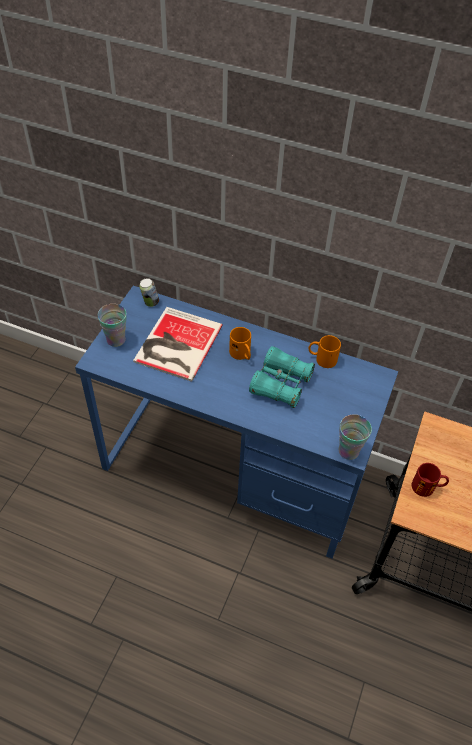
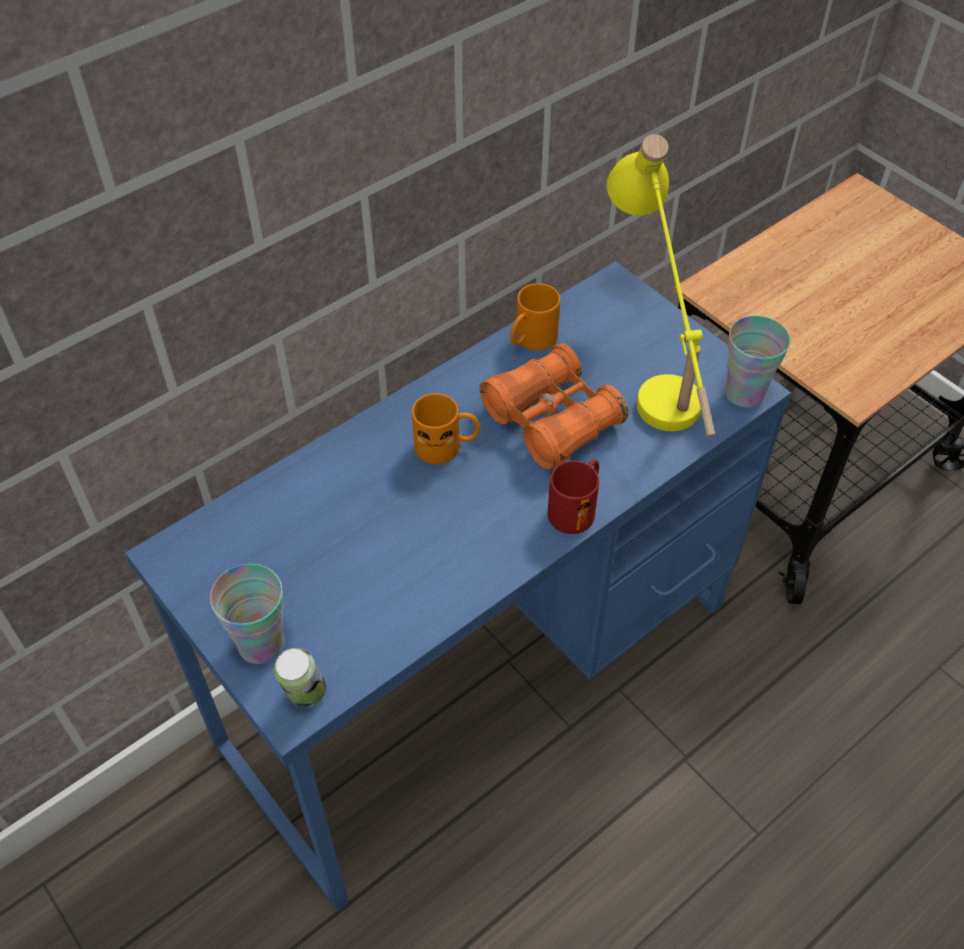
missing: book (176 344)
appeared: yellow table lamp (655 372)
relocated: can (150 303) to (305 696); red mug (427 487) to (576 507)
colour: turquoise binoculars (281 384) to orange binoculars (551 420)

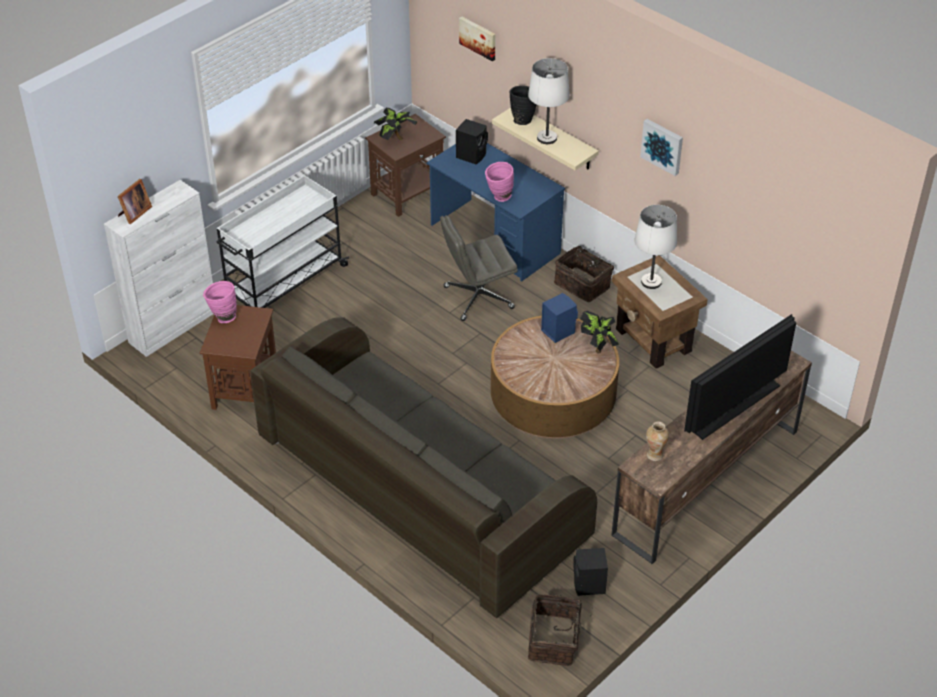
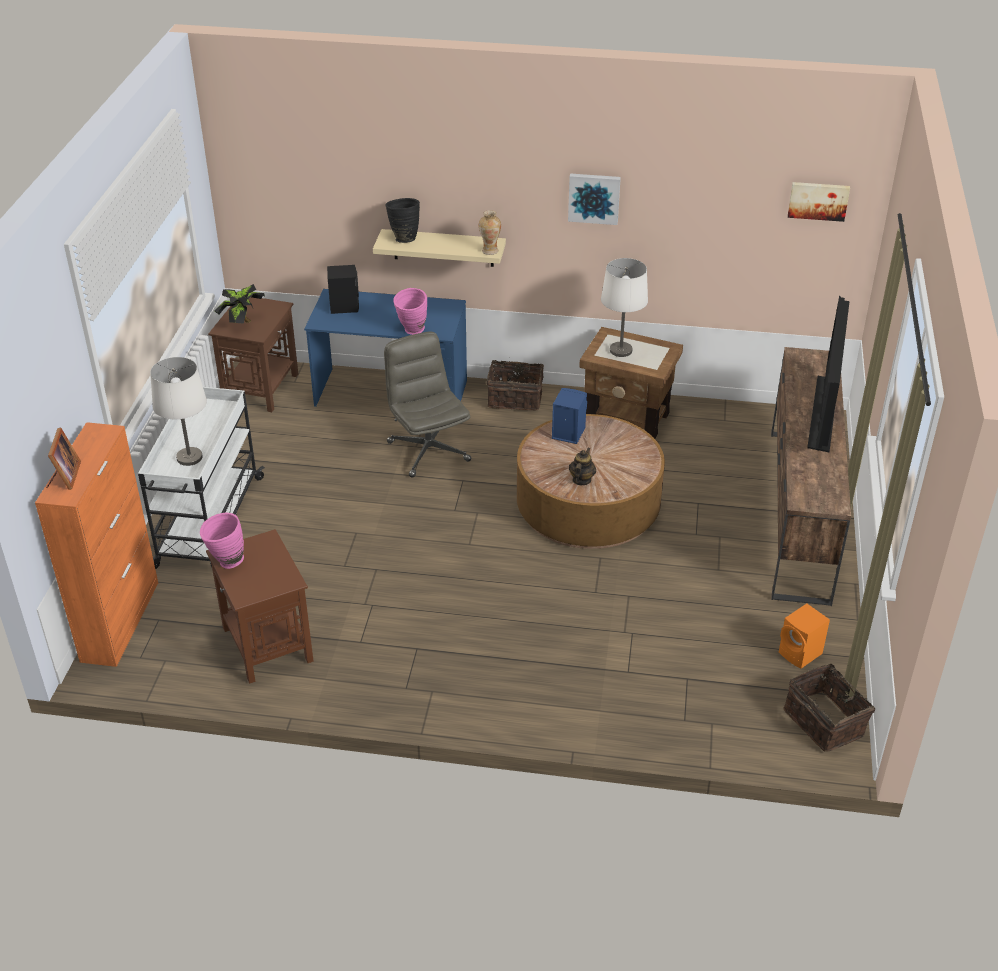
missing: grey sofa (420 490); potted plant (598 347)
appeared: teapot (581 480)
relocated: picture (478 37) to (818 200); white table lamp (547 138) to (190 457); vase (655 455) to (490 251)
colour: white cabinet (173 327) to orange cabinet (120 621); black speaker (589 585) to orange speaker (801 654)
spun: grey office chair (477 298) = (428 451) 120 degrees clockwise

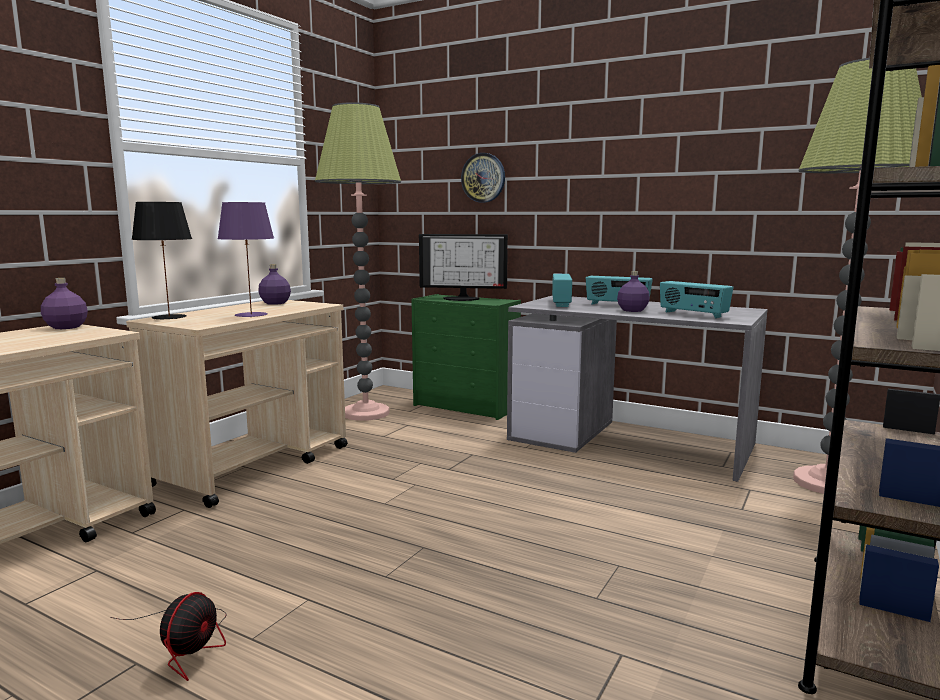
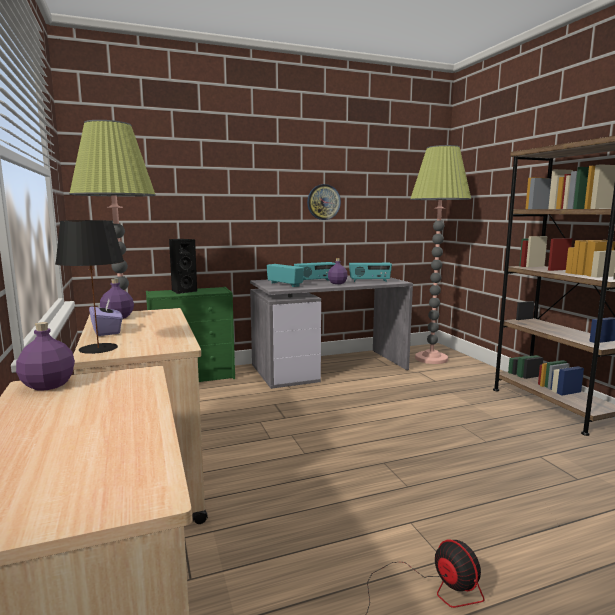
missing: purple table lamp (250 315)
appeared: purple tissue box (107 331)
relocated: wall clock (483 177) to (323 202)
exchanged: monitor (462 298) to black speaker (183 291)

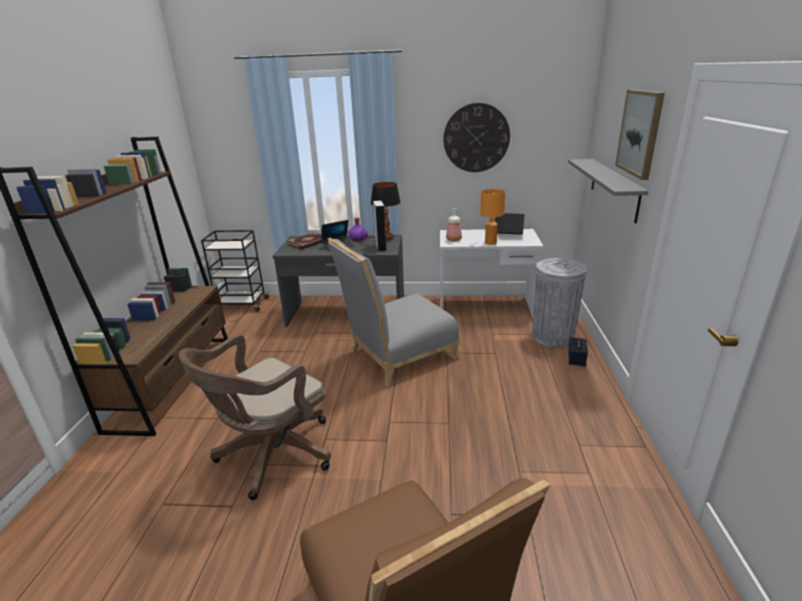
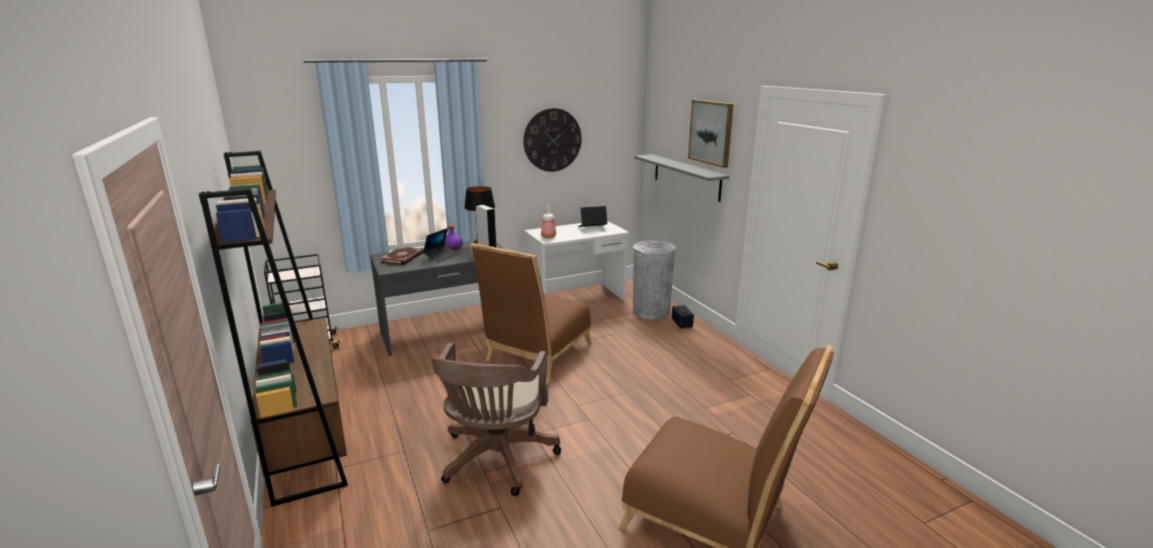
missing: orange table lamp (490 243)
colour: grey chair (398 356) to brown chair (536 355)

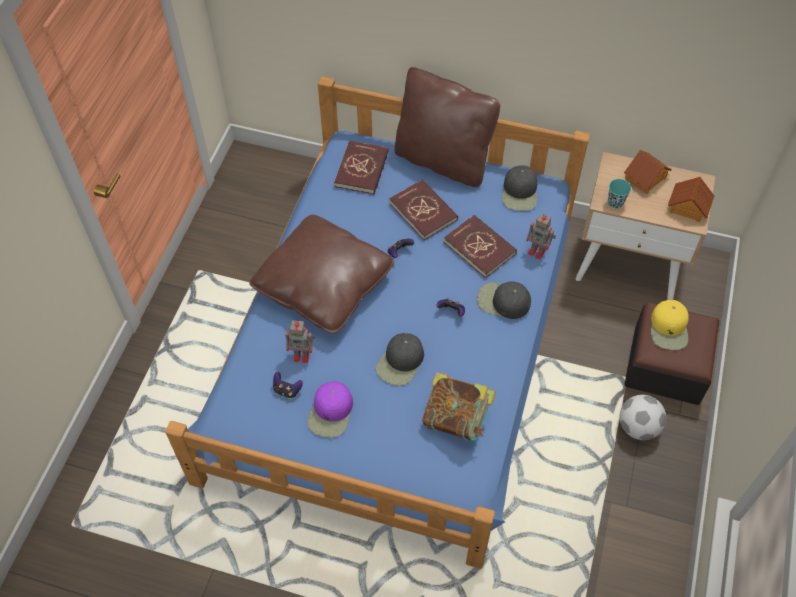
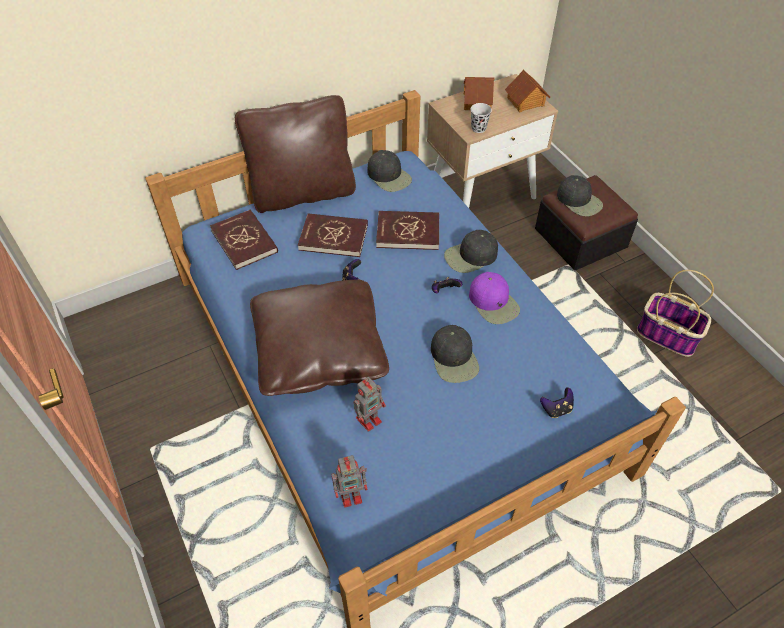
missing: book (457 418); football (638 427)
appeared: basket (668 335)
relocated: game controller (287 390) to (556 409); purple cap (331 412) to (494 302); toy robot (538 251) to (352 494)
colour: turquoise cup (615 202) to black cup (478 128); yellow cap (669 328) to black cap (579 201)

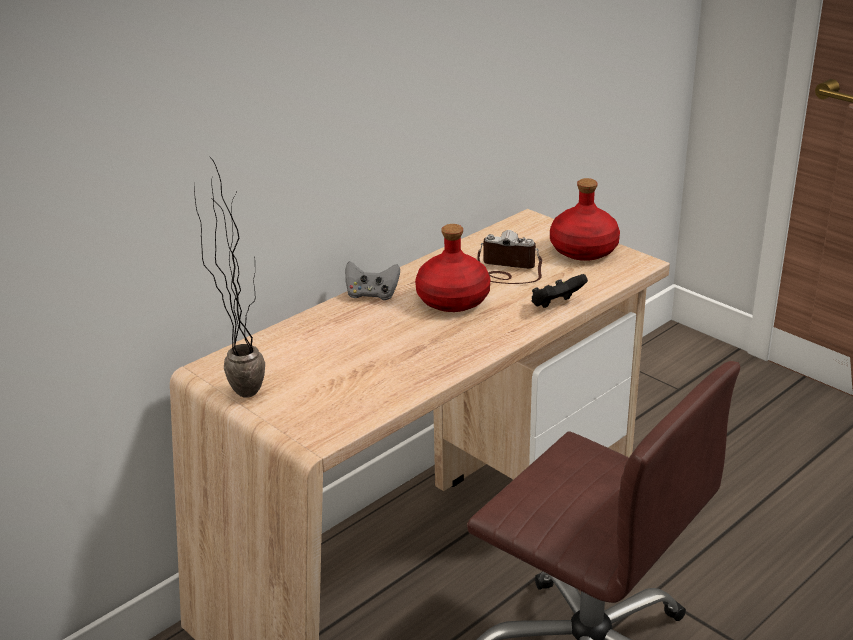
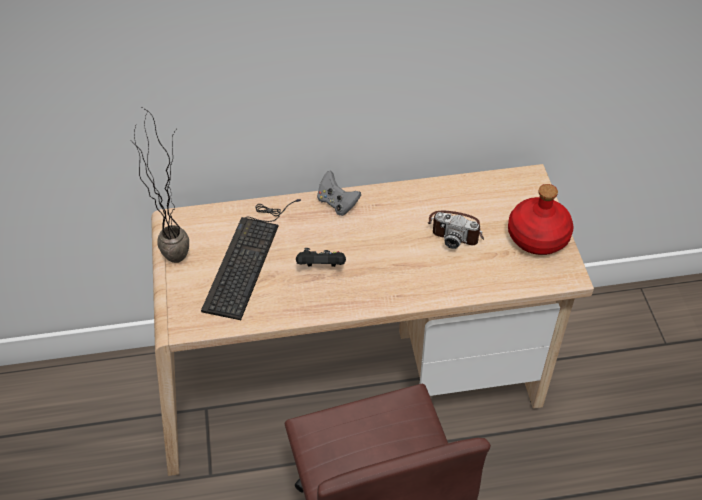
missing: red bottle (452 299)
appeared: keyboard (248 256)
relocated: black game controller (556 304) to (321 267)
spun: photo camera (508 271) = (456 230) 150 degrees clockwise

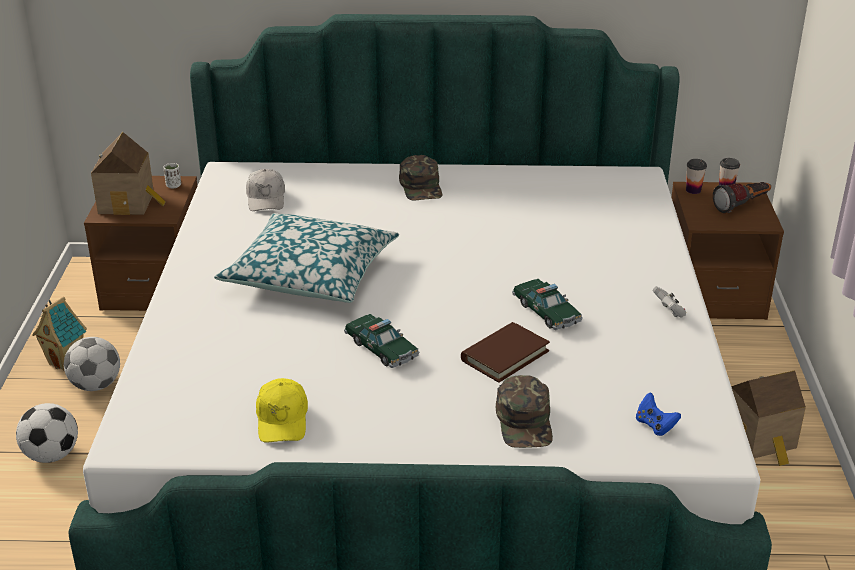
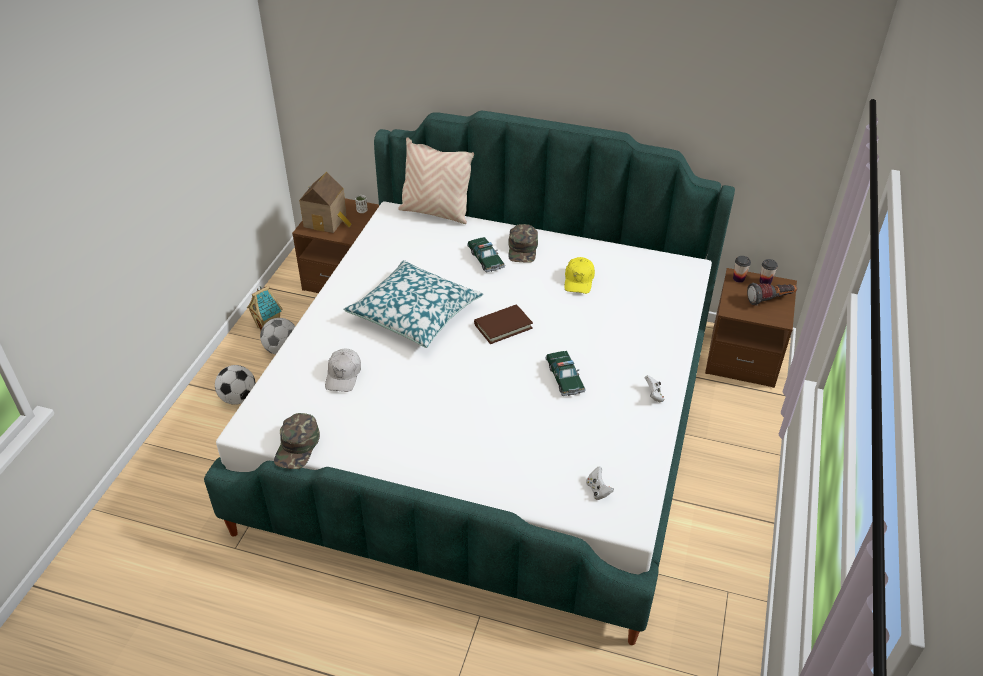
missing: toy house (762 439)
appeared: beige pillow (435 212)
relocated: white cap (266 198) to (343 375); yellow cap (282 420) to (579 280); toy car (381 348) to (485 259); brown book (505 356) to (503 326); green cap (525 421) to (298 446)
colour: blue game controller (655 425) to white game controller (598 490)

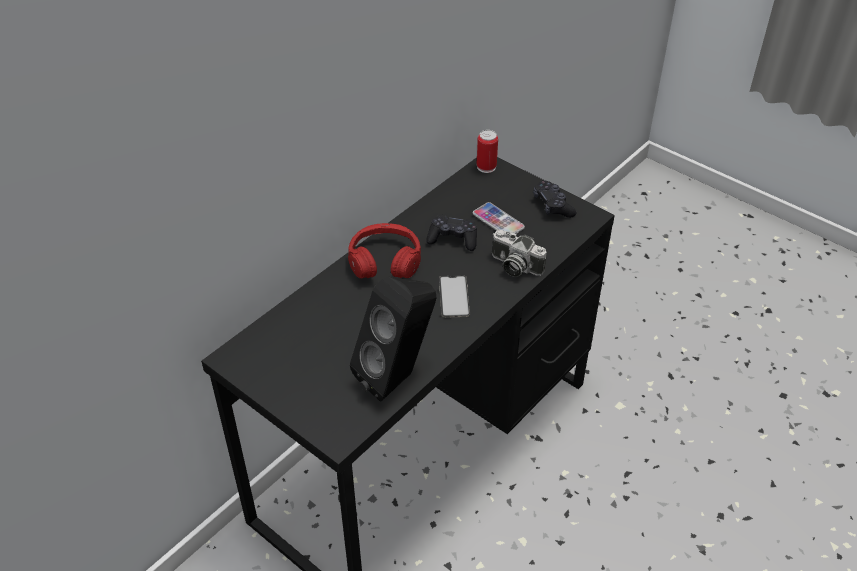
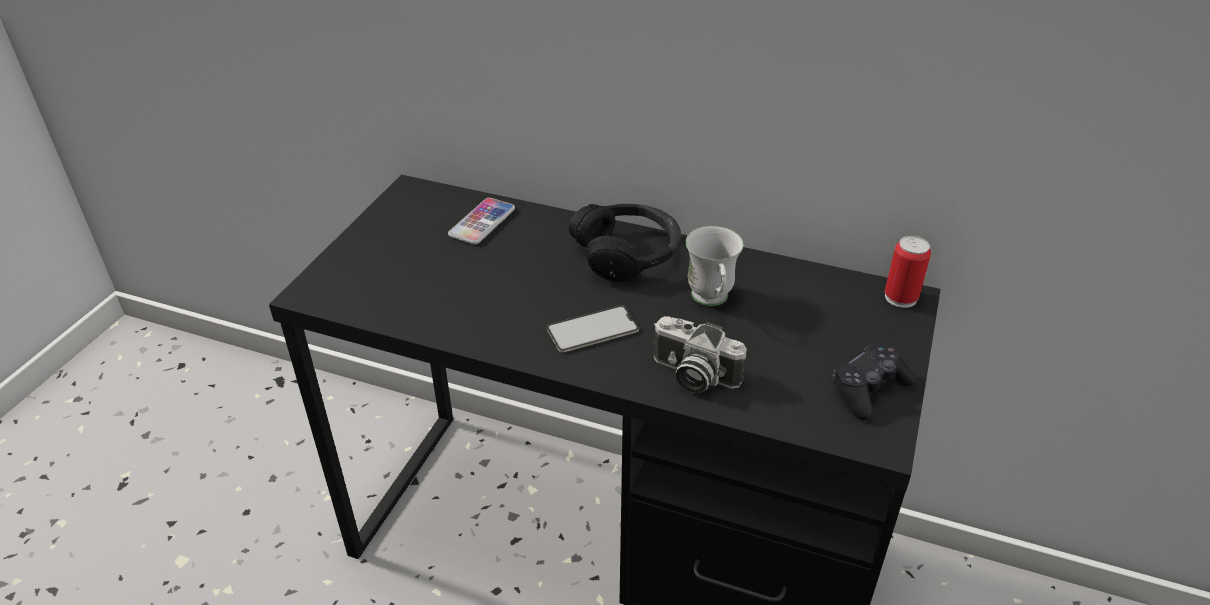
missing: black speaker (398 376)
relocated: phone (498 221) to (482 222)
exchanged: black game controller (453 239) to white mug (711 301)
colour: red headphones (385 261) to black headphones (628 254)
spun: photo camera (514 266) = (692 375) 75 degrees counterclockwise

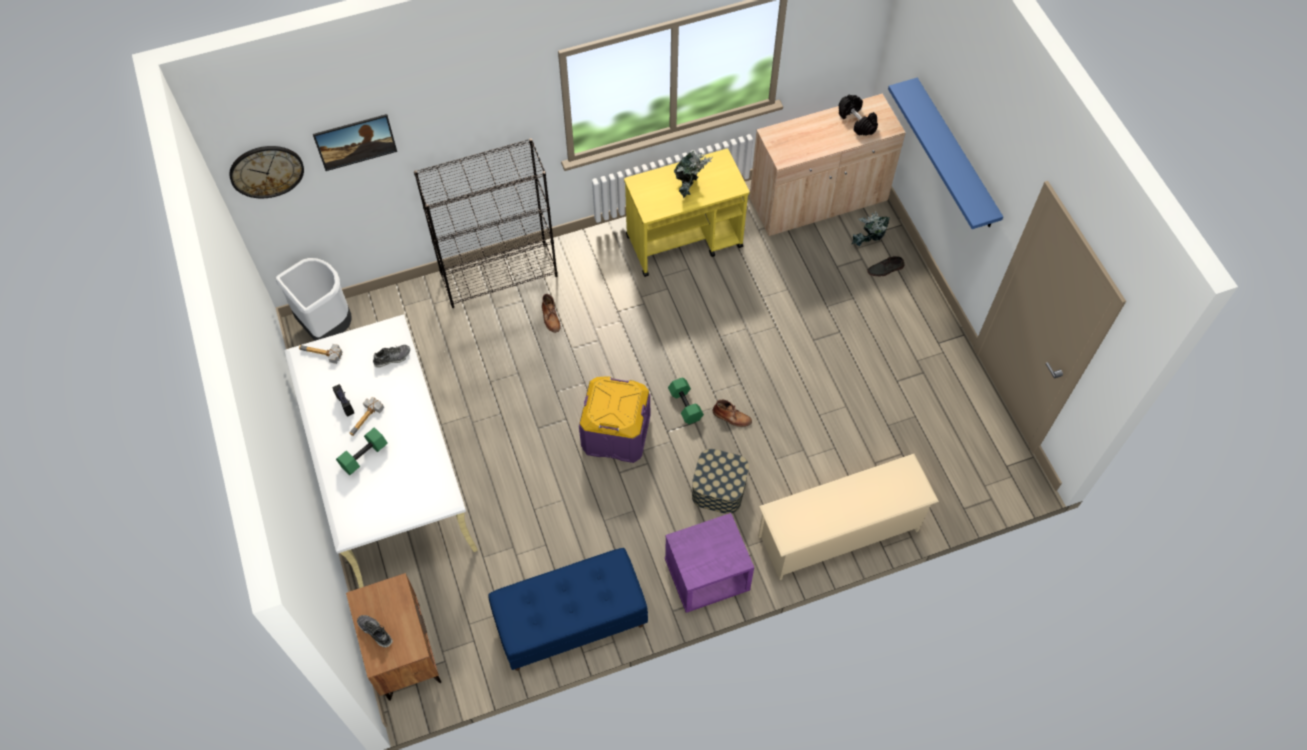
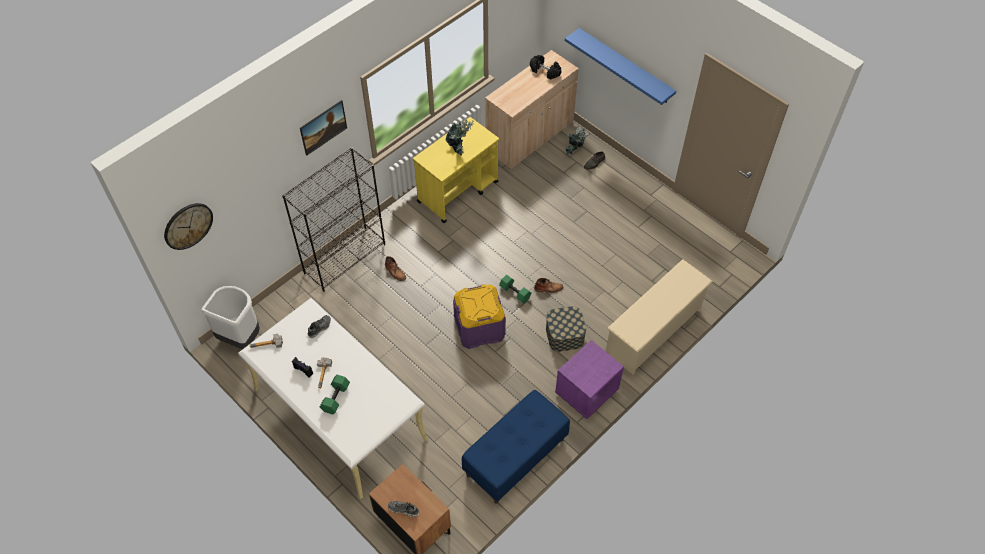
relocated: picture (358 151) to (324 134)

